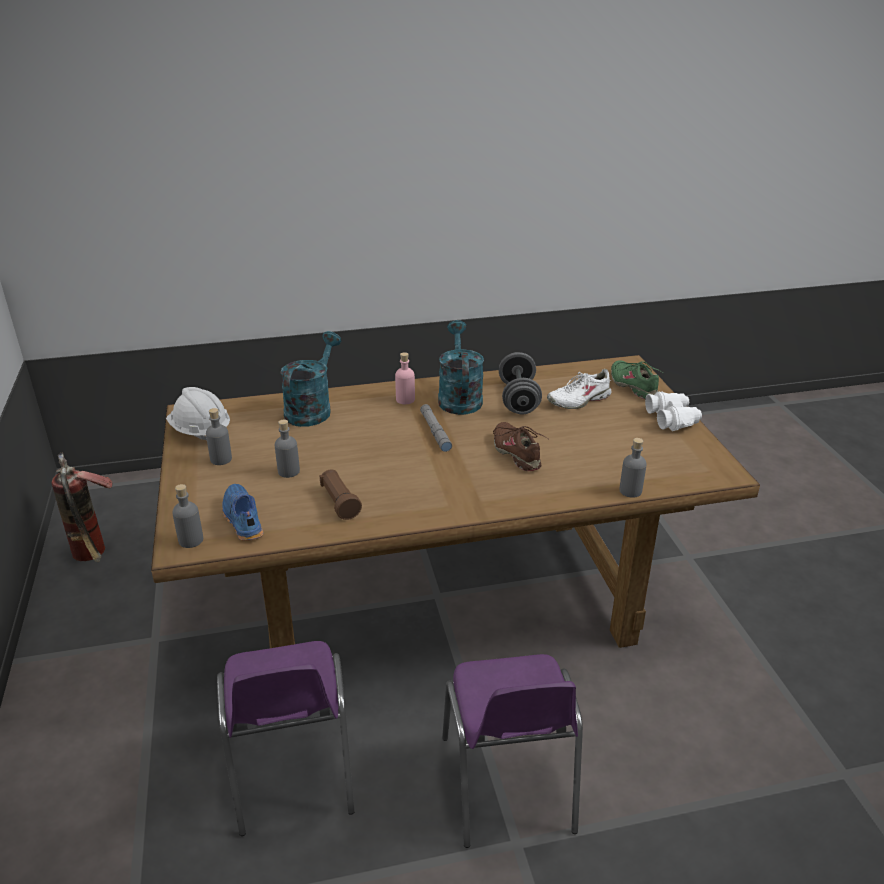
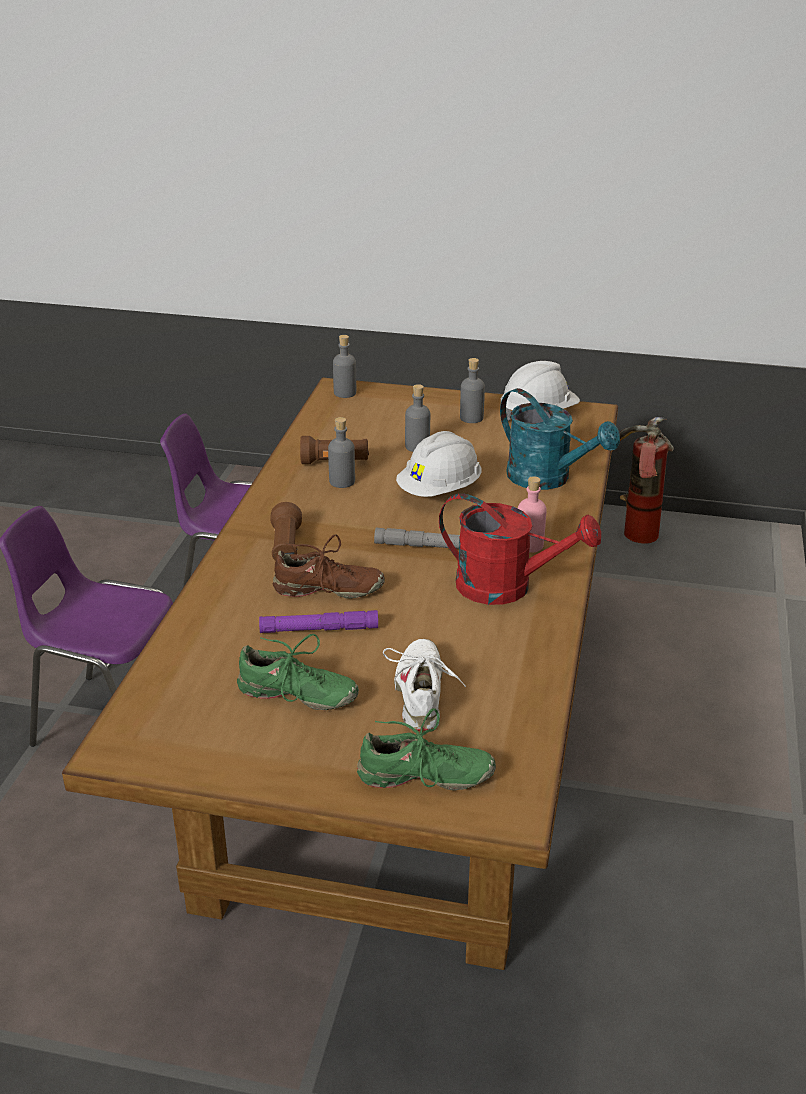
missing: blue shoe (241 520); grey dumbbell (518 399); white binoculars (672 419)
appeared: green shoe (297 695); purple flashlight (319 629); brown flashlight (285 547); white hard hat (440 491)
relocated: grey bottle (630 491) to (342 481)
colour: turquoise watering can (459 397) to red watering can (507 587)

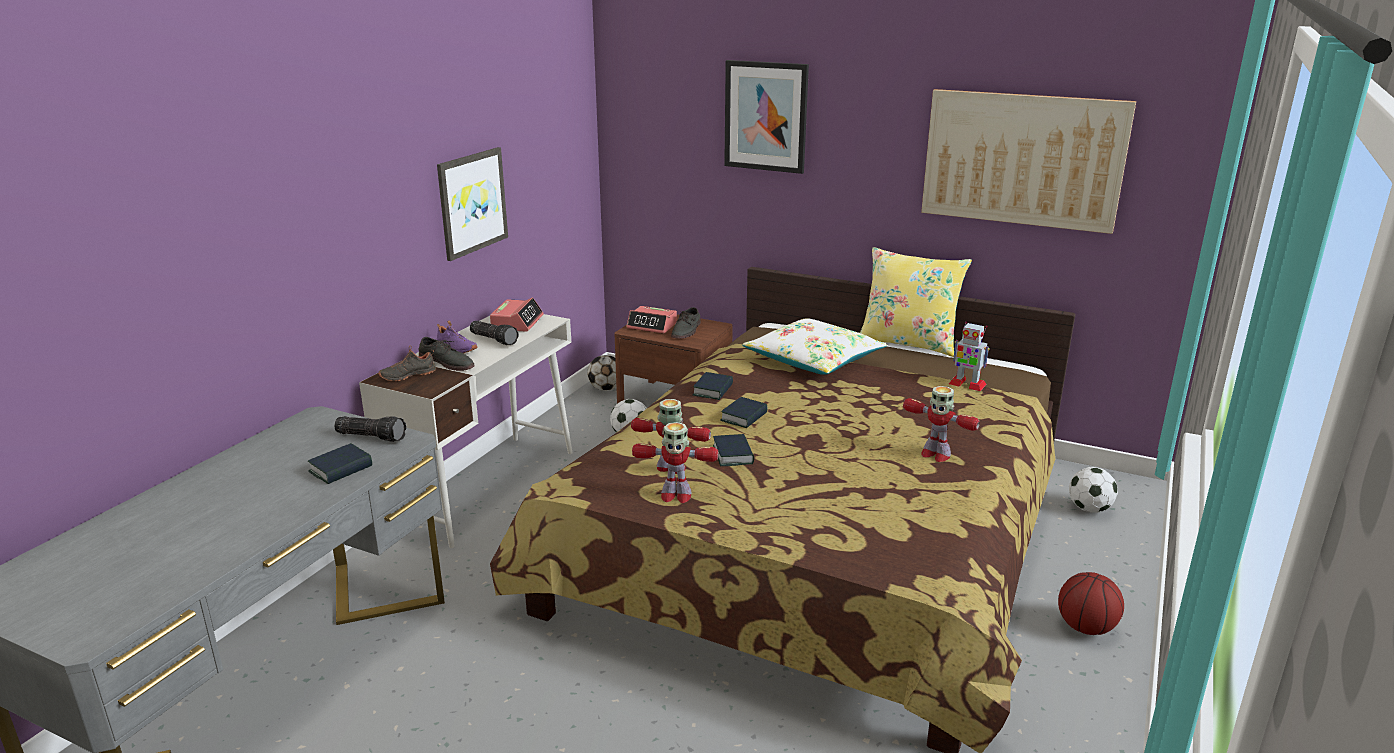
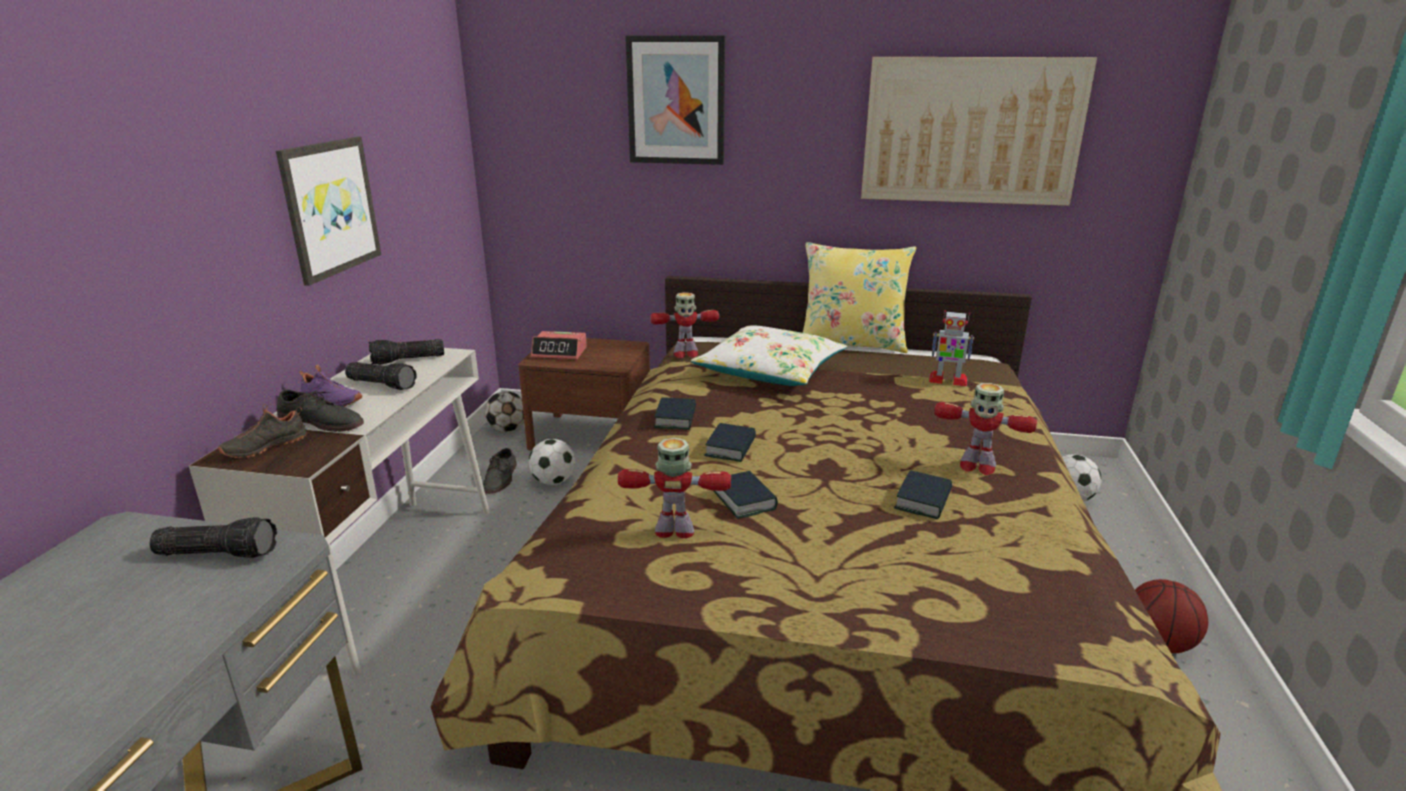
relocated: book (341 469) to (923 500); toy robot (675 496) to (685 354); grey shoe (686 330) to (501 478)
exchanged: alarm clock (517 322) to flashlight (407 360)

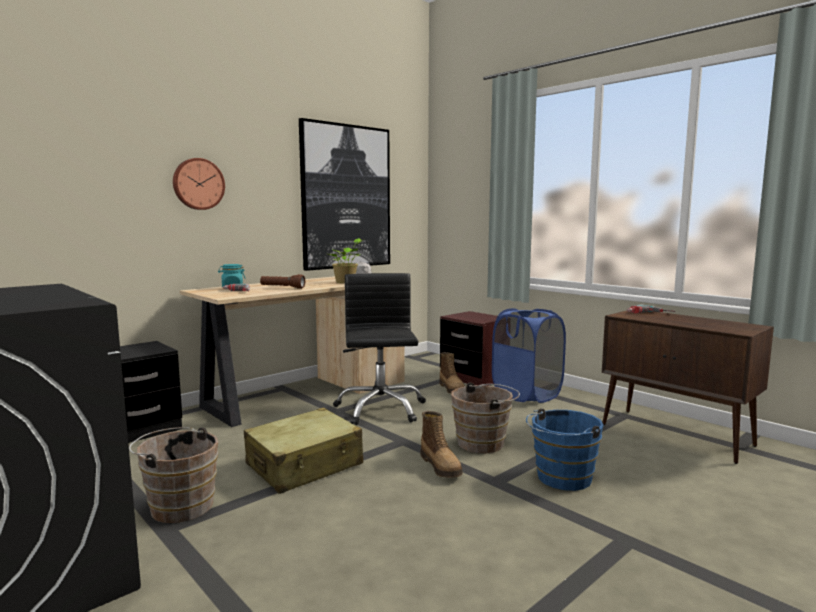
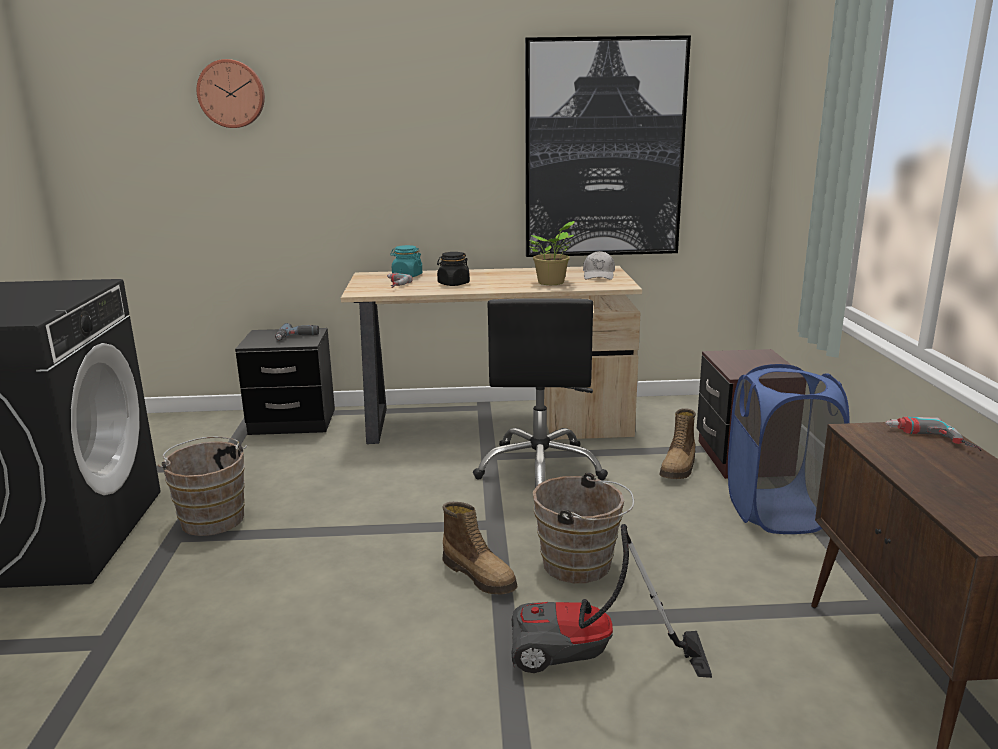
missing: beige suitcase (305 465)
appeared: power drill (297 337)
relocated: wall clock (198 184) to (231 94)
exchanged: brown flashlight (282 288) to black jar (453 284); blue bucket (560 479) to vacuum cleaner (589 659)
spun: black office chair (380 409) = (540 469) 150 degrees clockwise; boot (441 466) = (480 575) 60 degrees counterclockwise

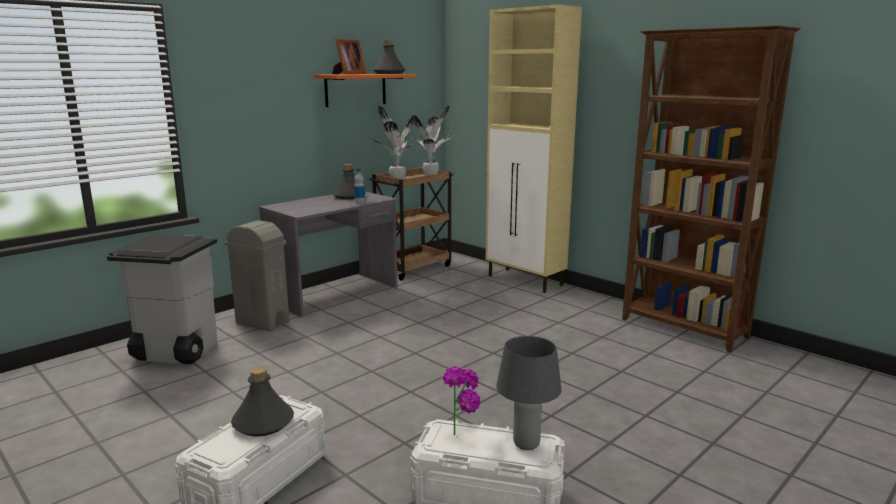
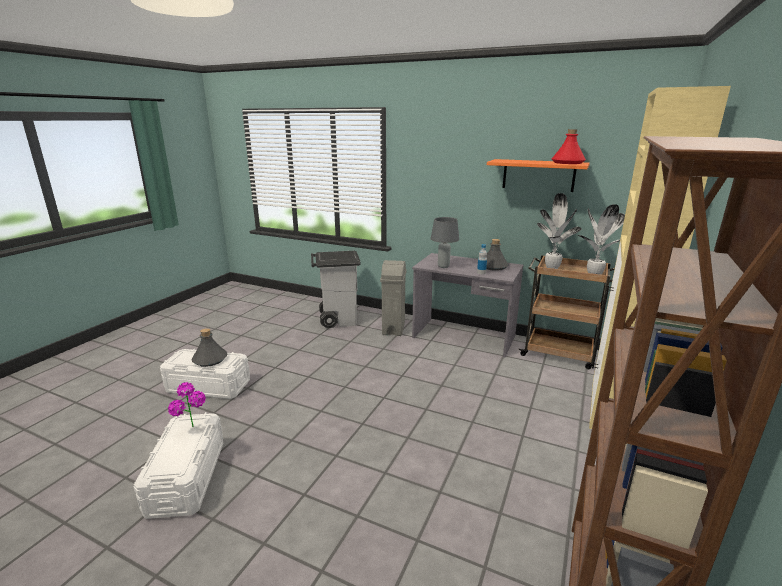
missing: picture frame (348 74)
relocated: grey table lamp (525 444) to (443 266)
colour: grey bottle (389 73) to red bottle (568 163)

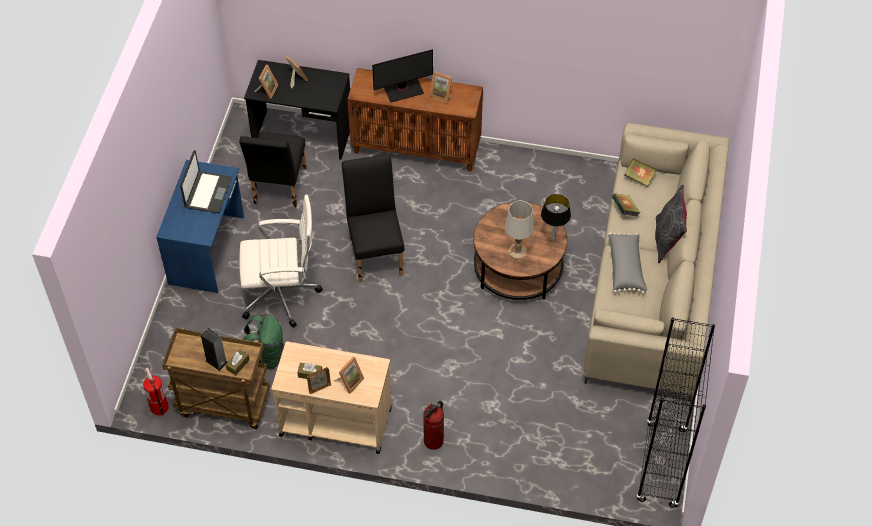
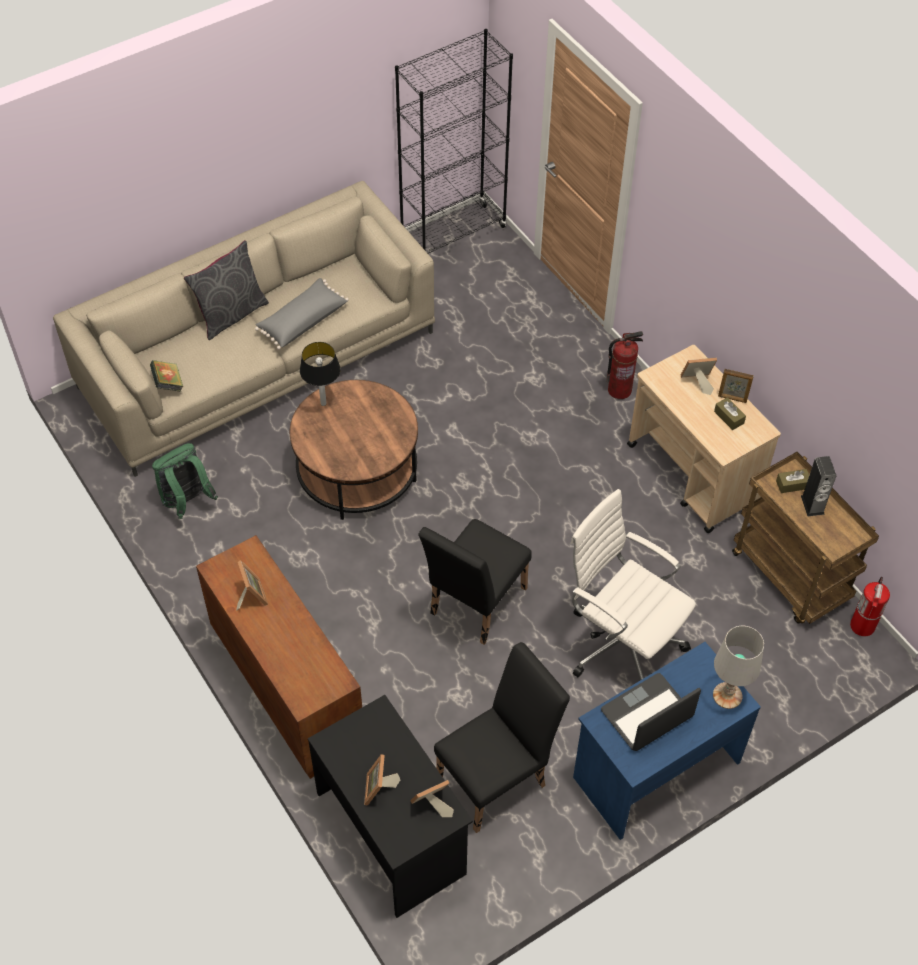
missing: monitor (403 89); book (624 210)
relocated: green backpack (266 356) to (187 502); white table lamp (517 251) to (727 695)

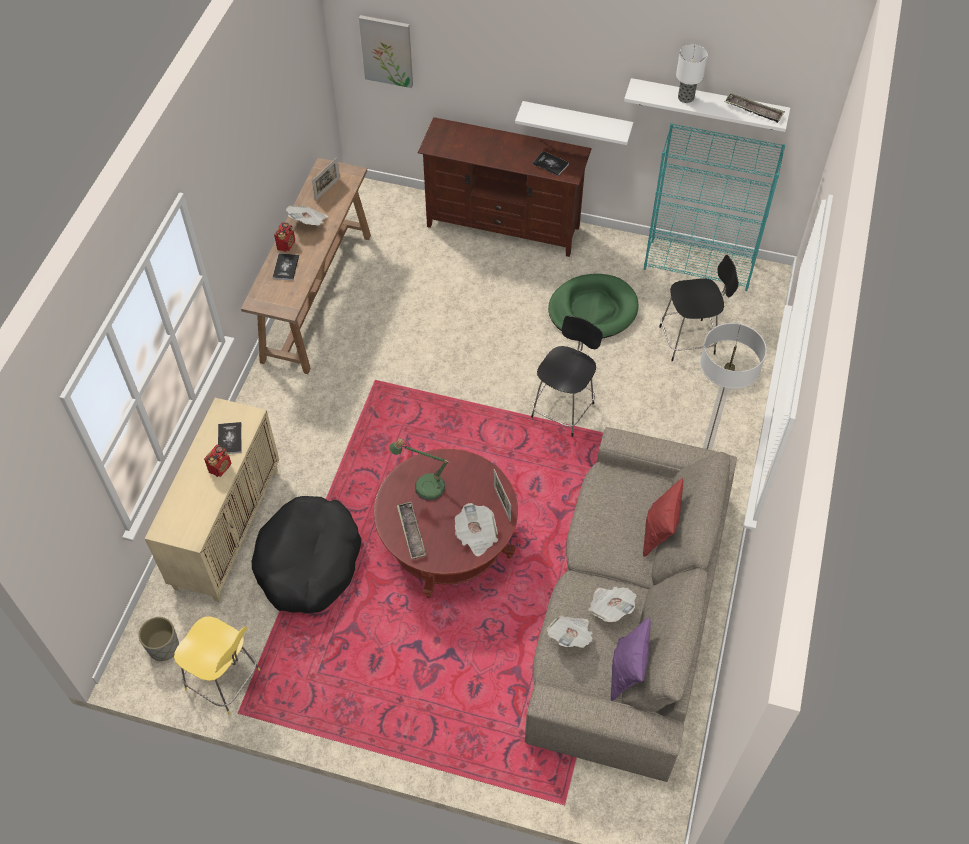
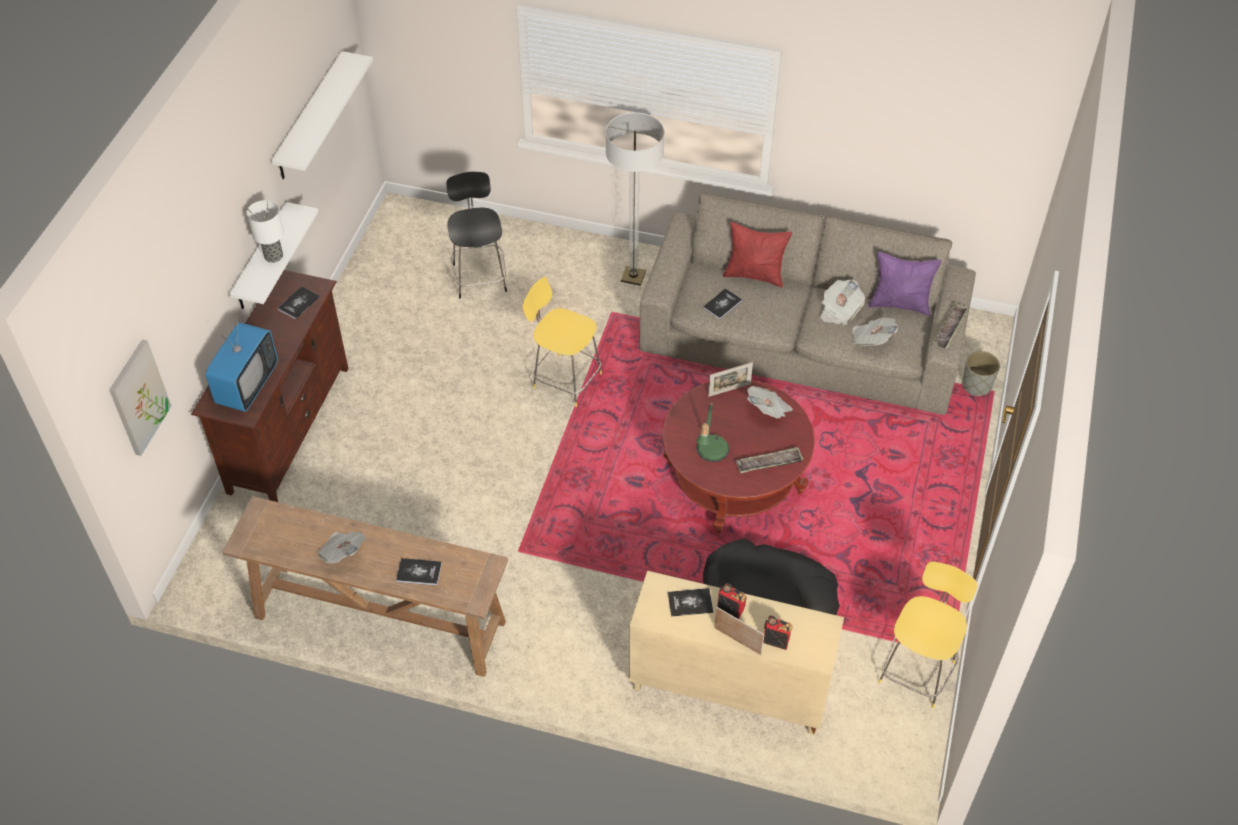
missing: green dog bed (592 310); turquoise bookcase (699 265)
appeared: television (247 385); book (722 304)
relocated: grey planter (163 647) to (976 386); radio (286 244) to (776 639); picture frame (327 189) to (737 641); table lamp (686 97) to (273 256); tray (753 110) to (949 328)
colour: black stool (564 408) to yellow stool (565 379)

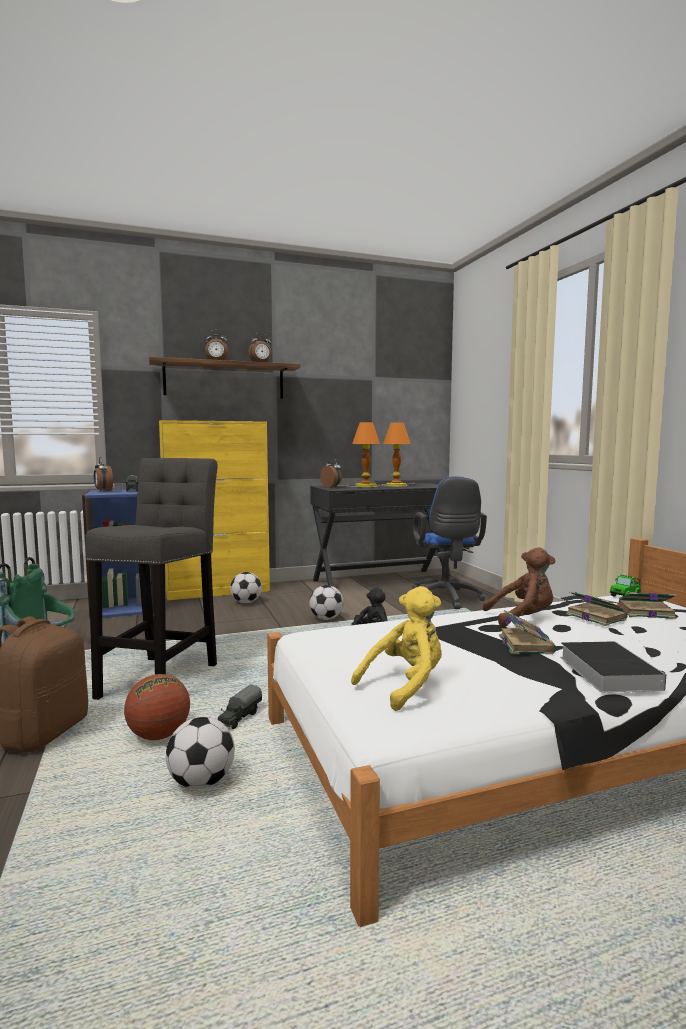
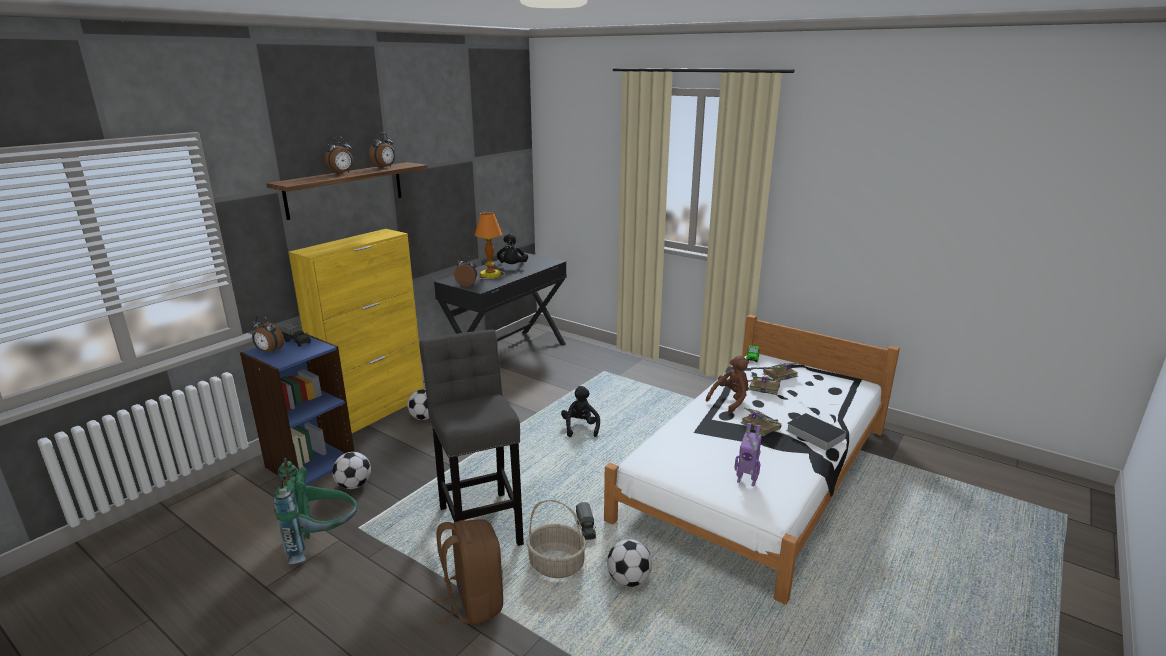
missing: blue office chair (446 599)
relocated: football (326 619) to (354 485)
exchanged: basketball (159 735) to basket (555 565); yellow plush toy (405 686) to toy robot (746 480); table lamp (396 485) to black plush toy (512 267)

